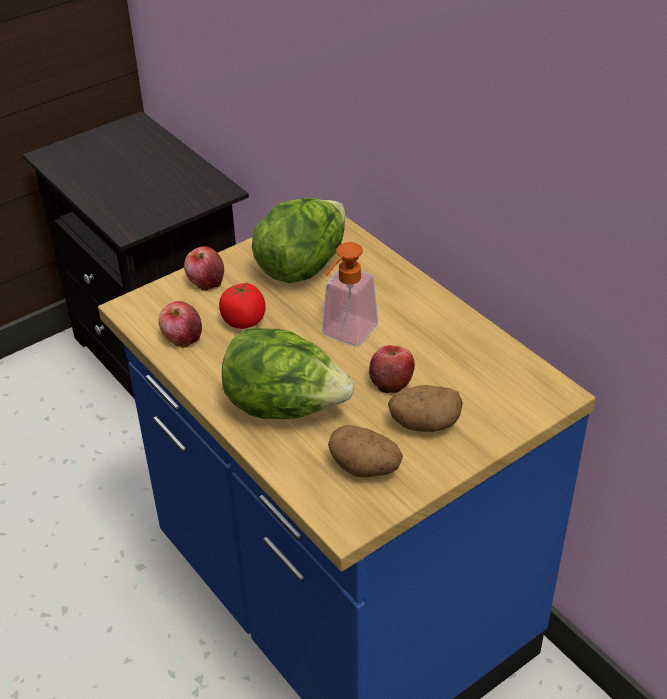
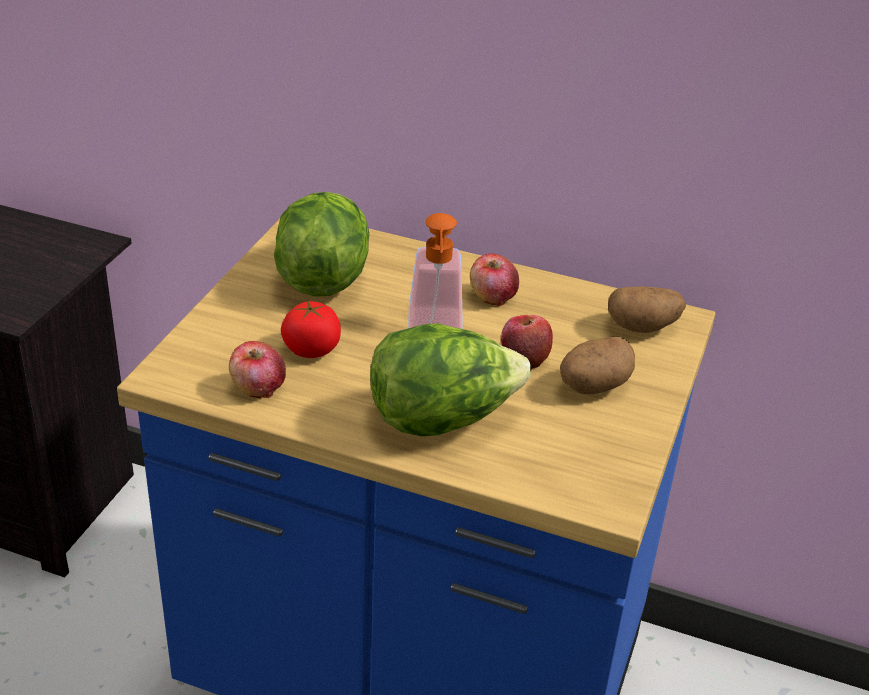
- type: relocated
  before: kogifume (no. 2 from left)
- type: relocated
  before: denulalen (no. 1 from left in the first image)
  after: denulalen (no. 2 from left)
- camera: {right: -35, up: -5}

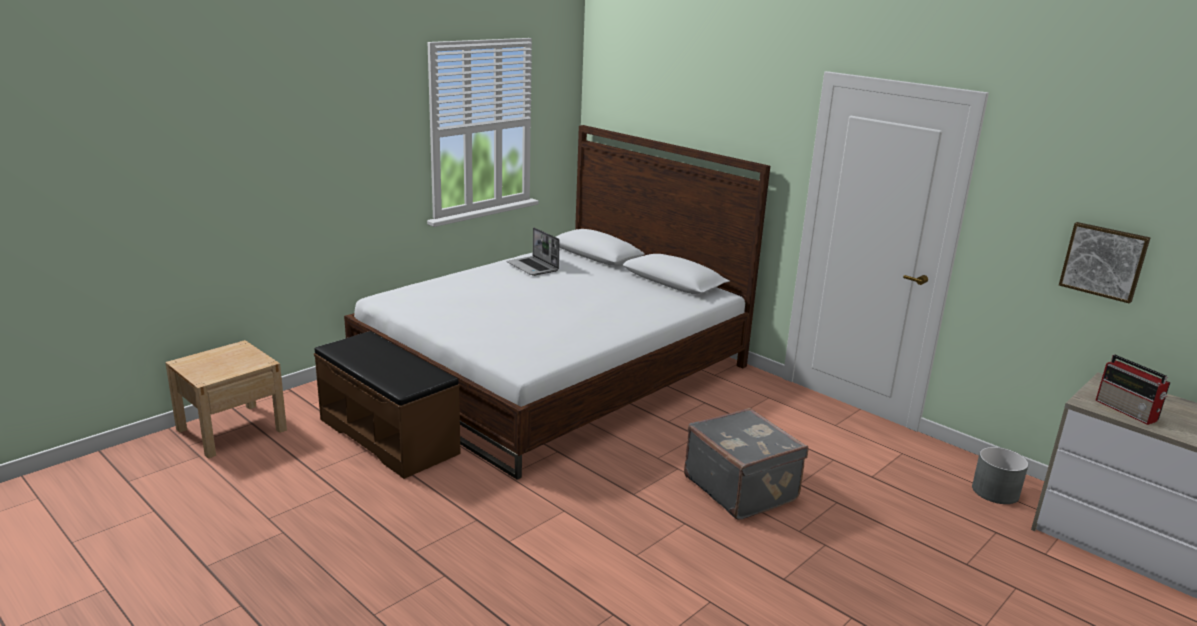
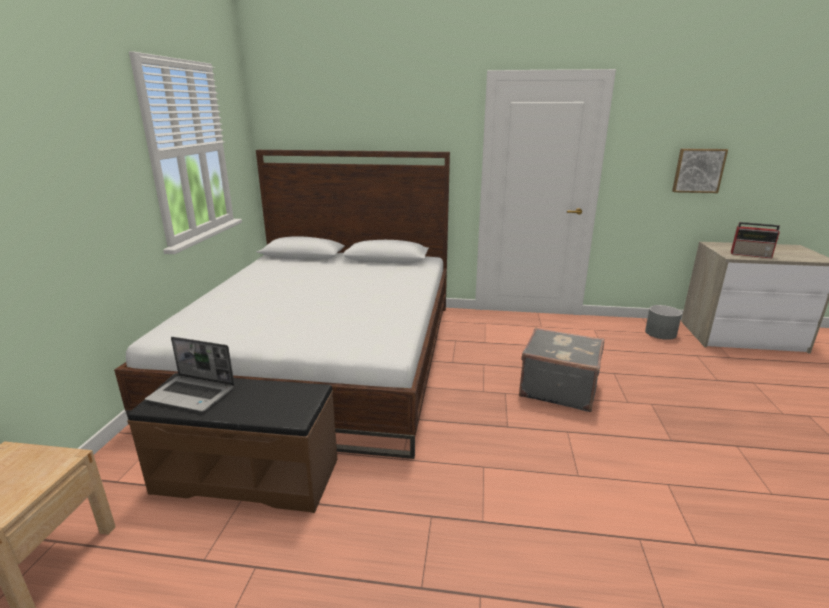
- type: relocated
  before: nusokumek
- camera: {right: -35, up: 0}

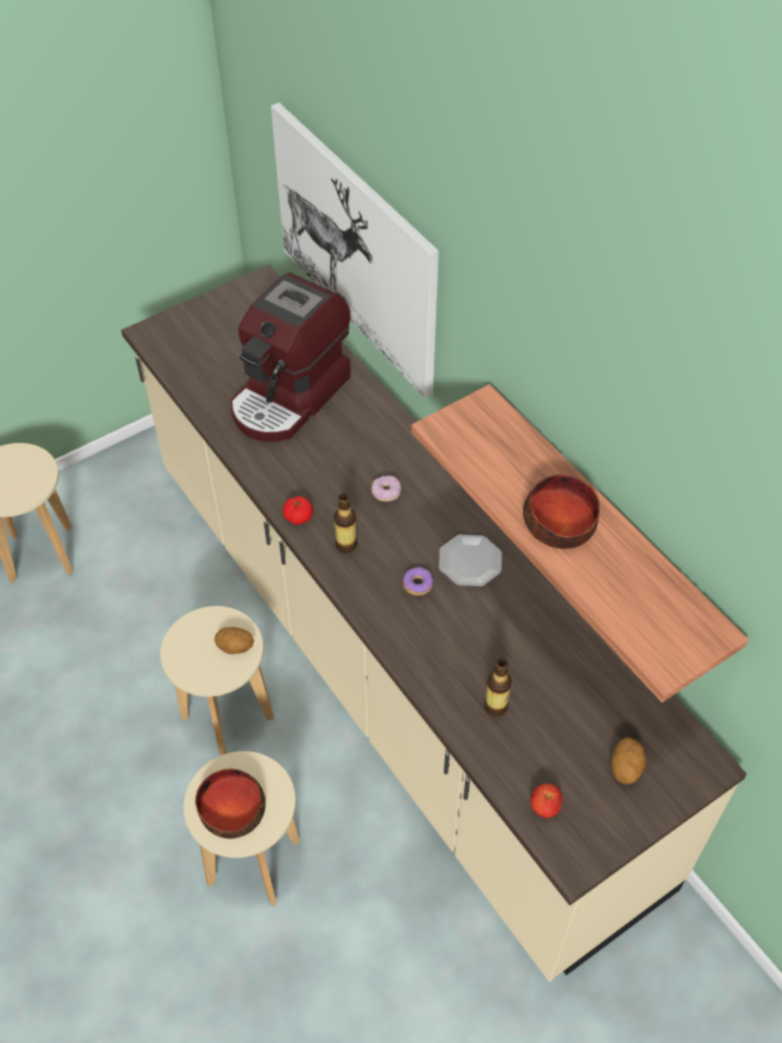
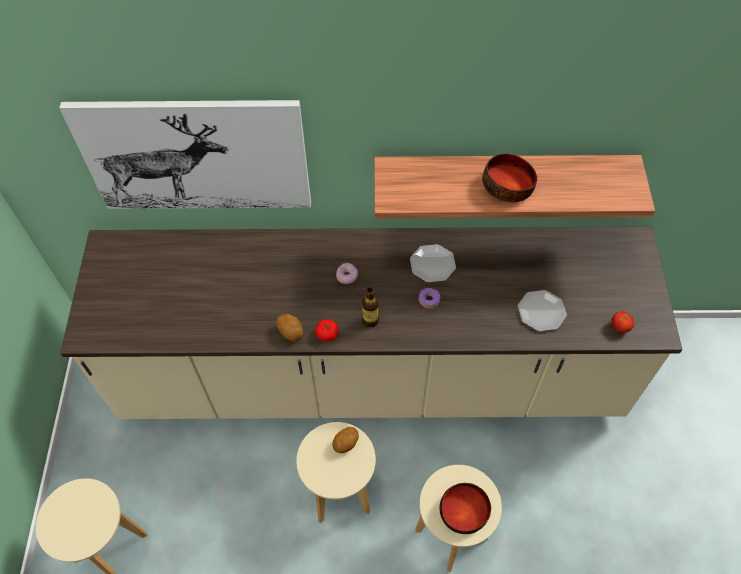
- type: missing
  before: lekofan
- type: relocated
  before: denulalen (no. 2 from left in the first image)
  after: denulalen (no. 1 from left)
- type: exchanged
  before: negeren (no. 2 from left)
  after: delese (no. 2 from left)
- camera: {right: -55, up: 5}

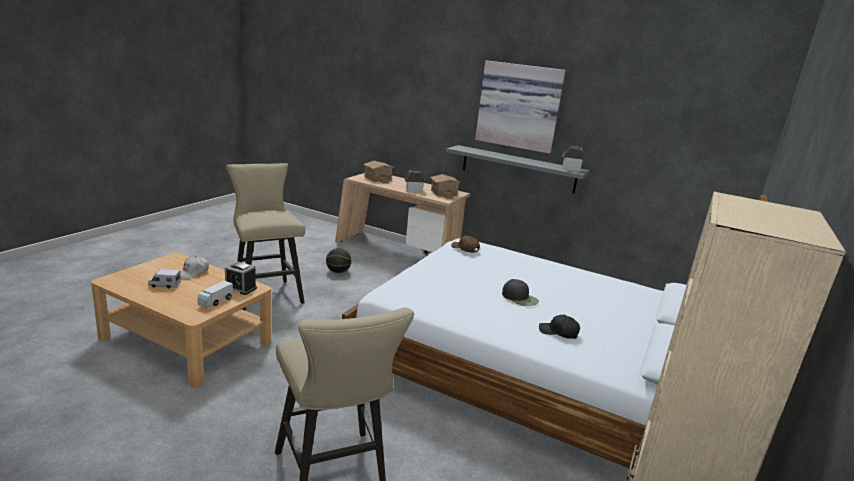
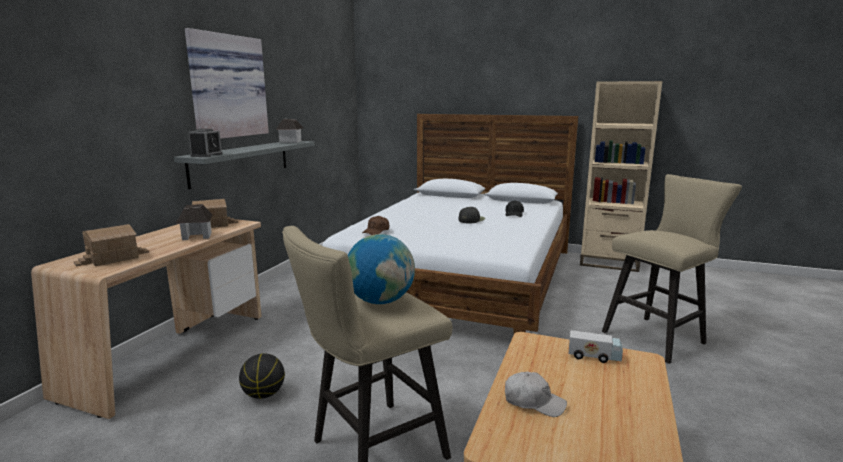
- type: missing
  before: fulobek (no. 1 from left)
- type: appeared
  after: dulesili
- type: relocated
  before: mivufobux
- camera: {right: -95, up: -5}

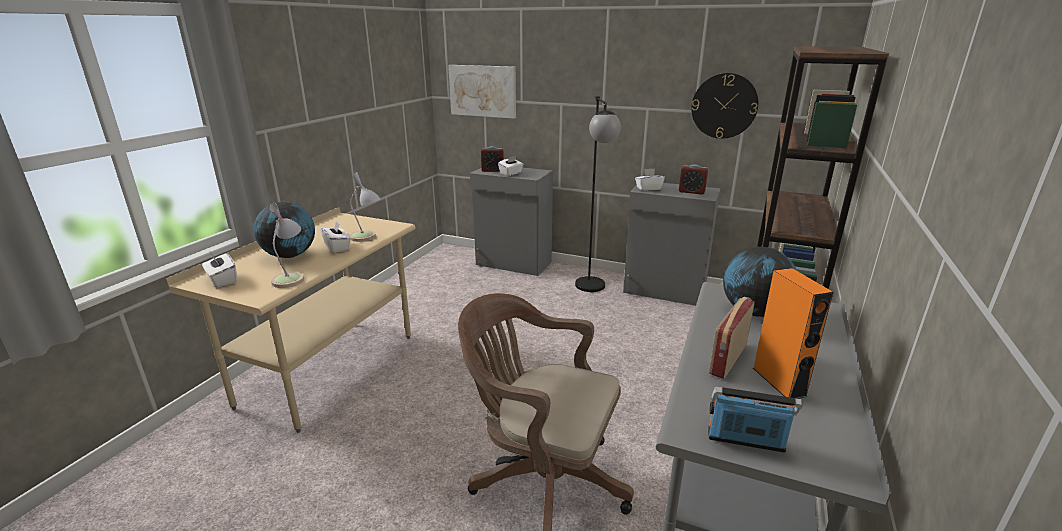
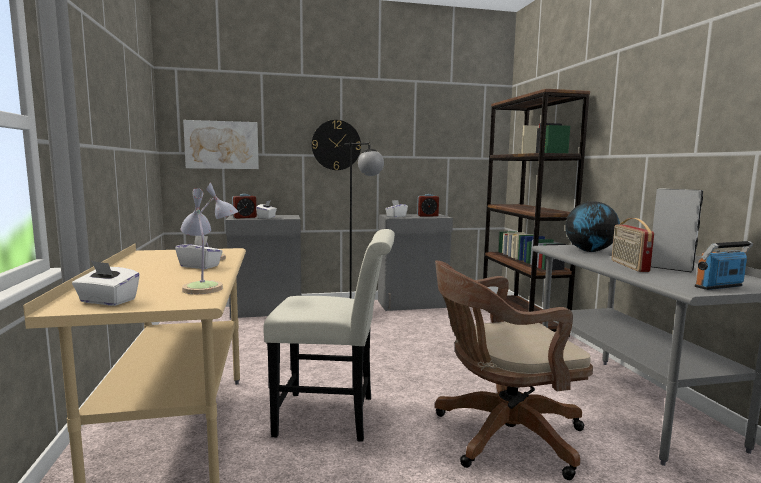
- type: missing
  before: dulesili (no. 1 from left)
- type: appeared
  after: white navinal
- type: relocated
  before: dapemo
- type: colour
  before: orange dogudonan
  after: grey dogudonan
- camera: {right: -35, up: -15}

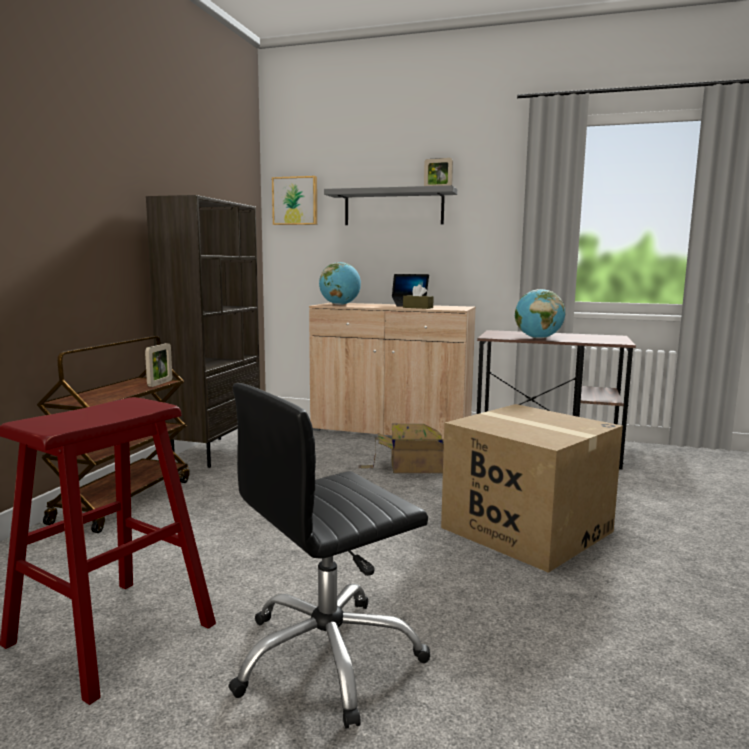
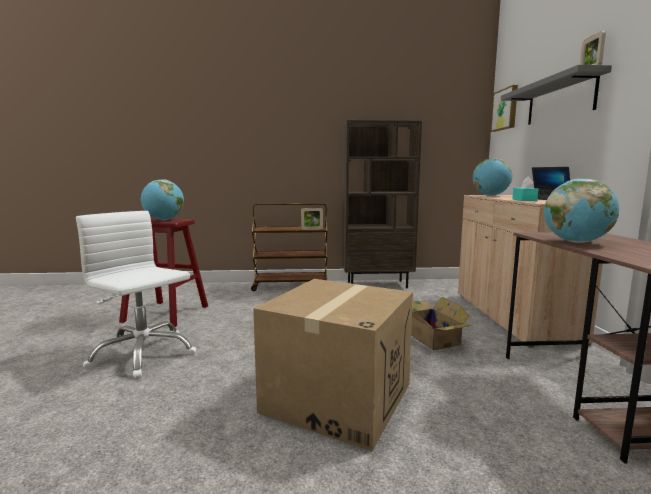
- type: appeared
  after: dulesili (no. 1 from left)
- type: colour
  before: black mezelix
  after: white mezelix
- type: colour
  before: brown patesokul
  after: turquoise patesokul
- camera: {right: 70, up: 0}

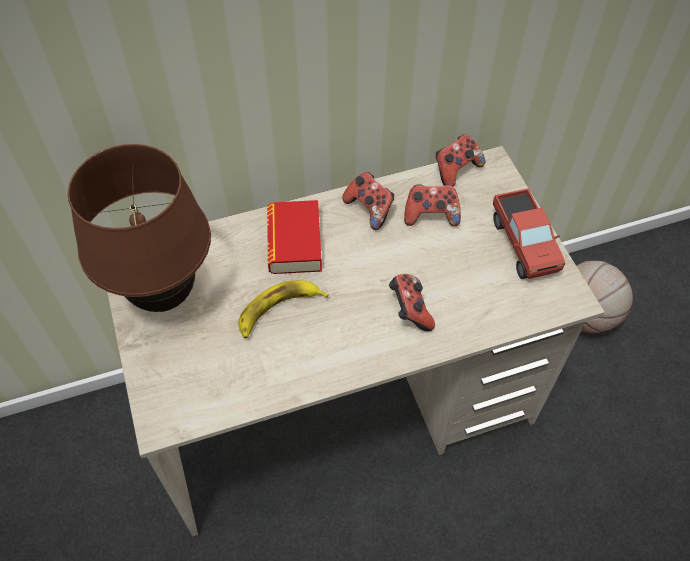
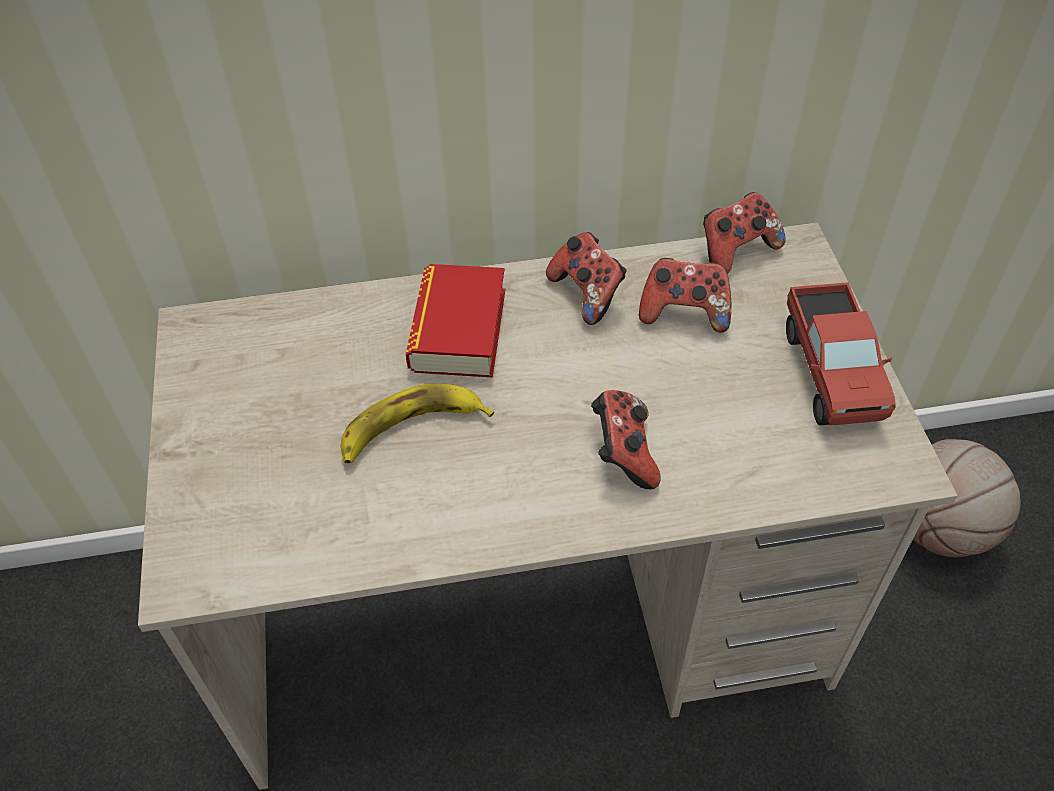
- type: missing
  before: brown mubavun
- camera: {right: 10, up: -5}

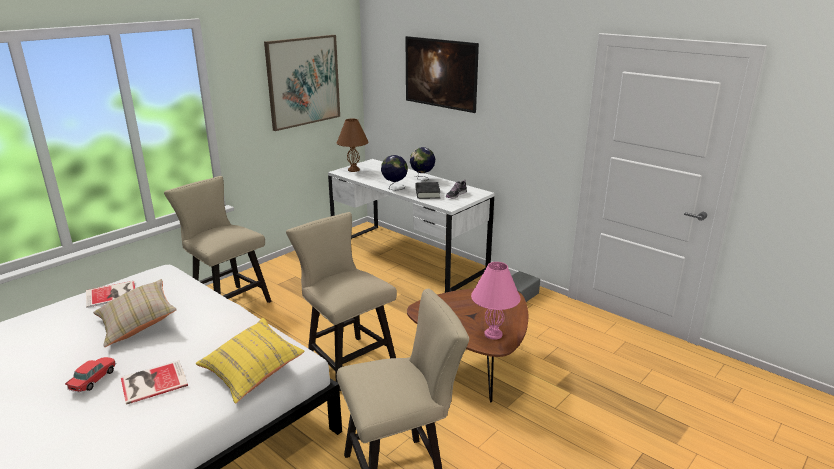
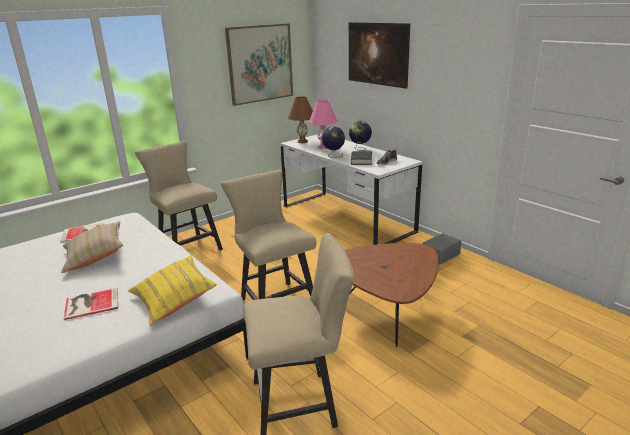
- type: missing
  before: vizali
- type: relocated
  before: pink mubavun
- camera: {right: 10, up: 0}

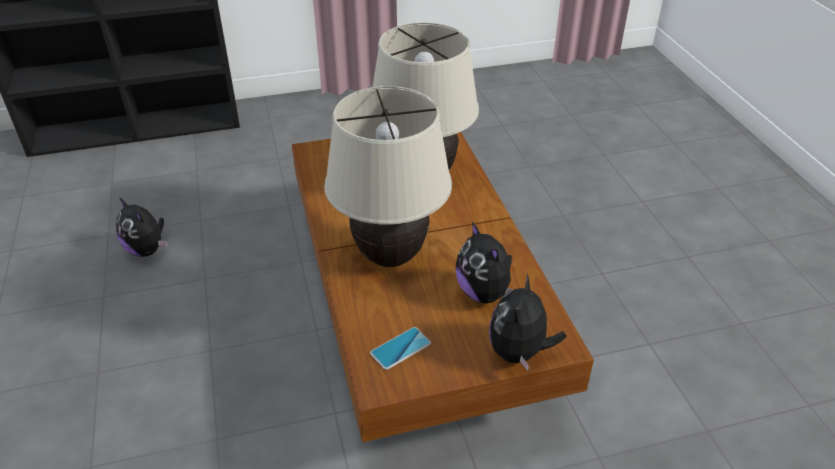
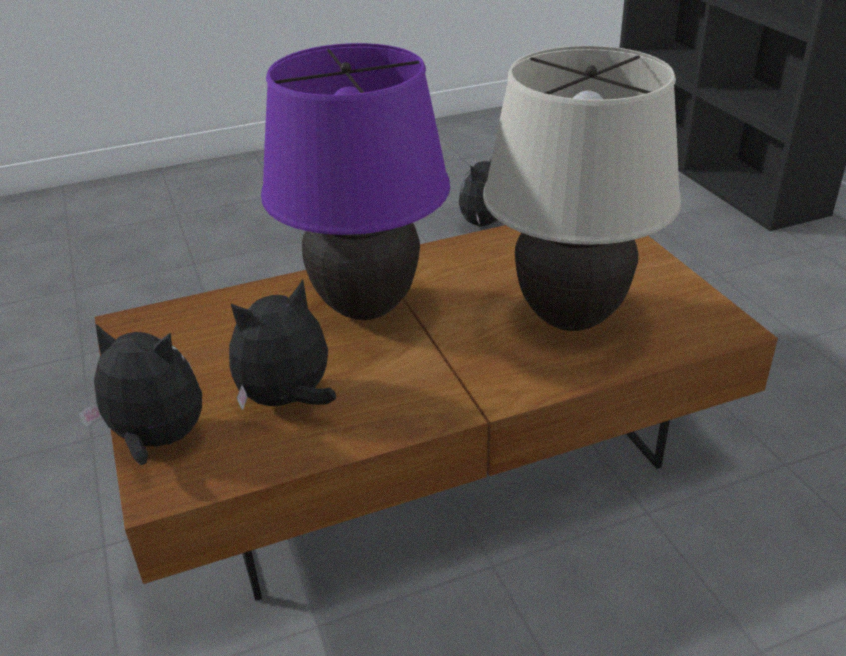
- type: missing
  before: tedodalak
- type: colour
  before: beige mubavun (no. 1 from left)
  after: purple mubavun
- camera: {right: 85, up: -5}

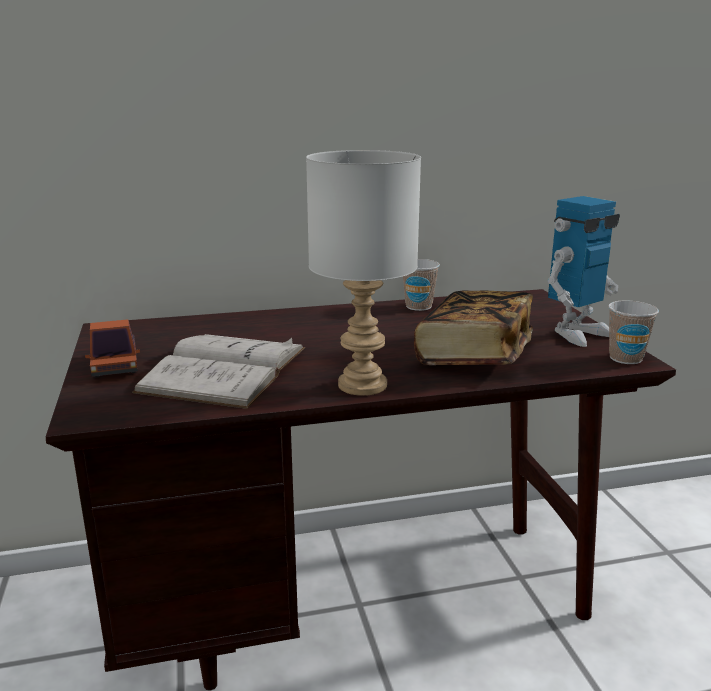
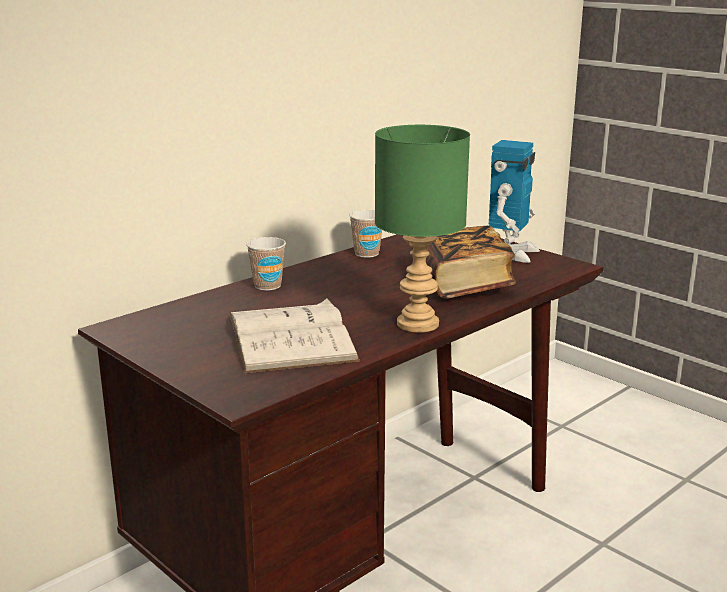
- type: missing
  before: fulobek
- type: relocated
  before: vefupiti (no. 2 from left in the first image)
  after: vefupiti (no. 1 from left)
- type: colour
  before: grey mubavun
  after: green mubavun
- camera: {right: -30, up: 0}

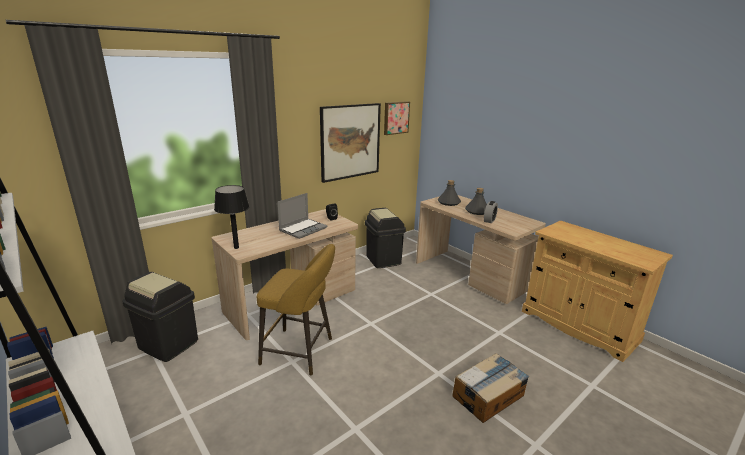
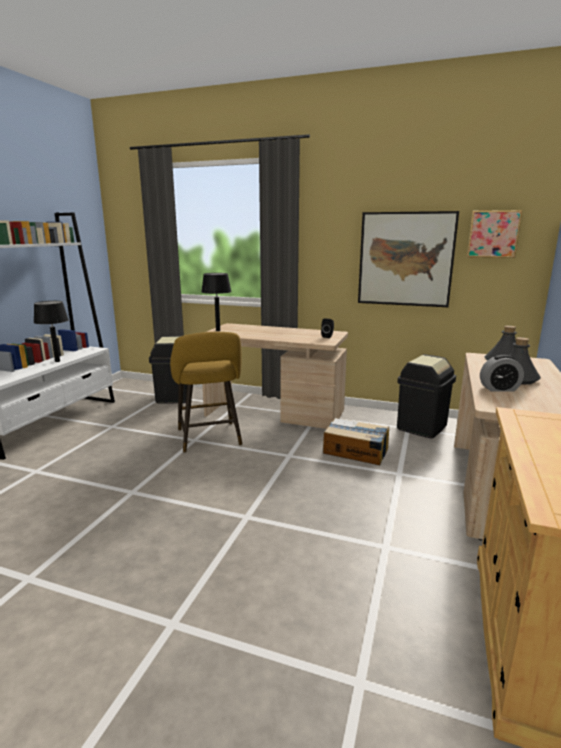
- type: missing
  before: nusokumek
- type: appeared
  after: black mubavun (no. 1 from left)
- type: relocated
  before: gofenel
- camera: {right: 60, up: -5}

